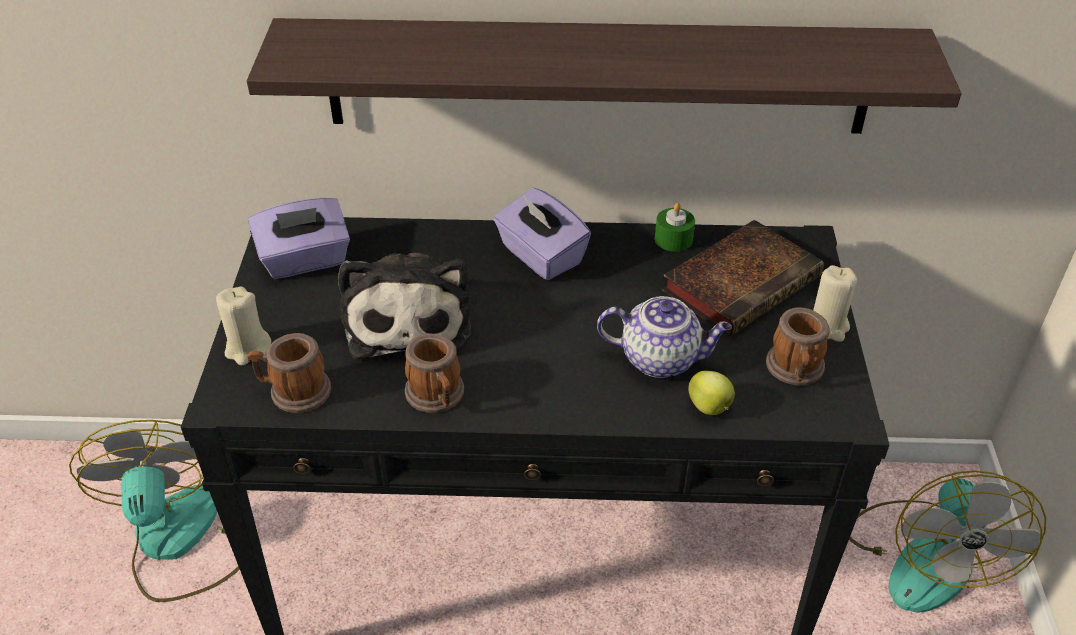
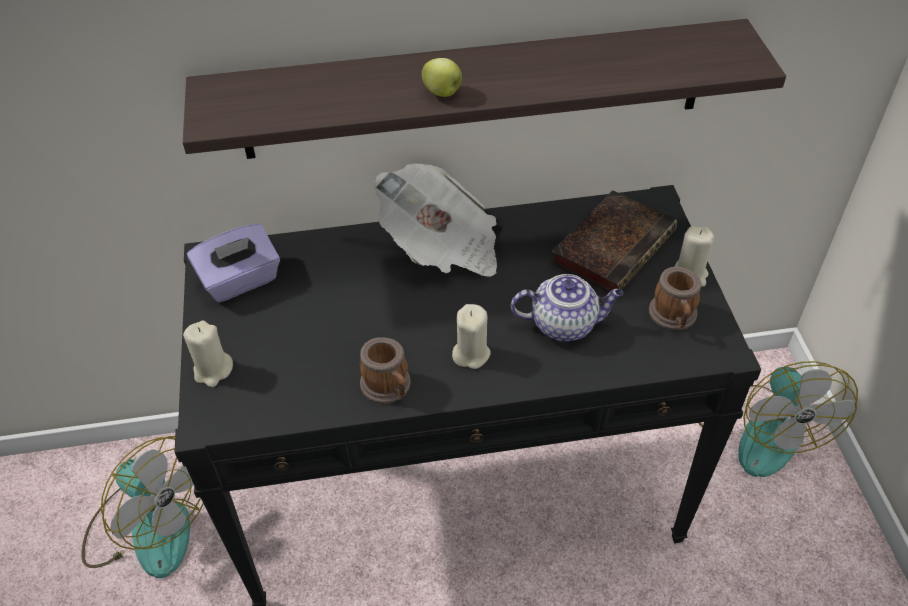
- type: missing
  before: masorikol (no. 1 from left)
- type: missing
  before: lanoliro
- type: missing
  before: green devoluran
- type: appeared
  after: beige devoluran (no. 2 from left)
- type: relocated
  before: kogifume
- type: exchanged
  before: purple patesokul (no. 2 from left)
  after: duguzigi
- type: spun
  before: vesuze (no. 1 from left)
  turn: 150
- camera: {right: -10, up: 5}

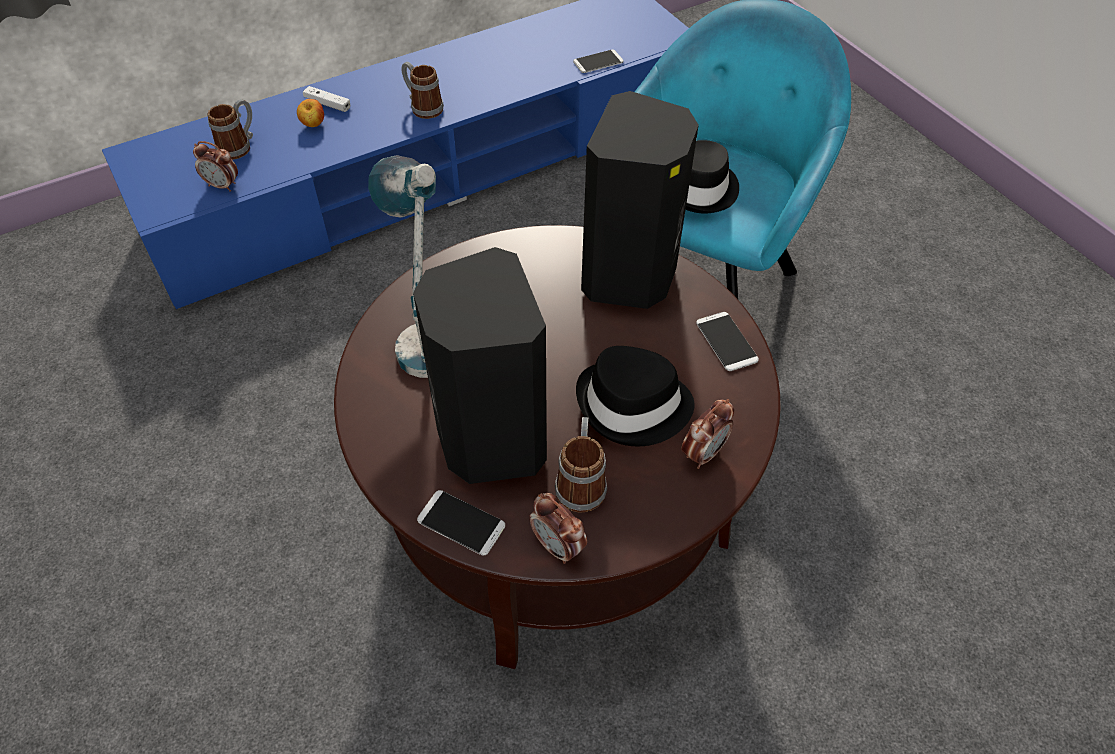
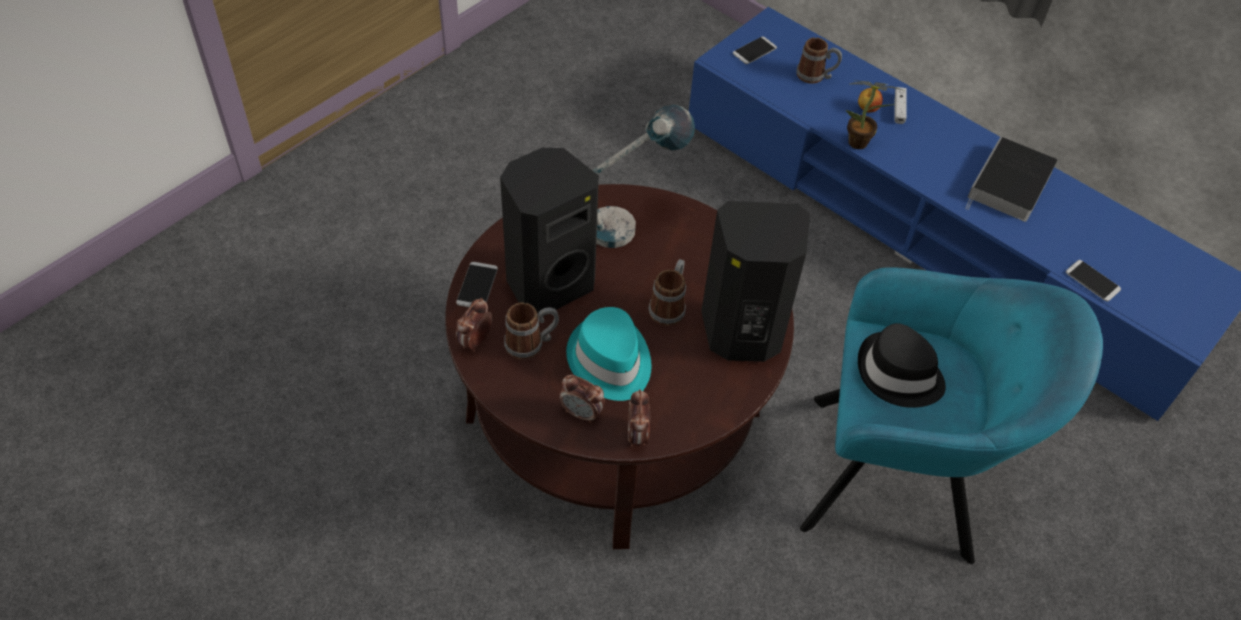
- type: appeared
  after: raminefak
- type: appeared
  after: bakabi
- type: relocated
  before: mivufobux (no. 1 from left in the first image)
  after: mivufobux (no. 3 from left)
- type: relocated
  before: masorikol (no. 2 from left)
- type: relocated
  before: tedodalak (no. 3 from left in the first image)
  after: tedodalak (no. 2 from left)
- type: colour
  before: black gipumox (no. 1 from left)
  after: turquoise gipumox
- camera: {right: 70, up: 0}

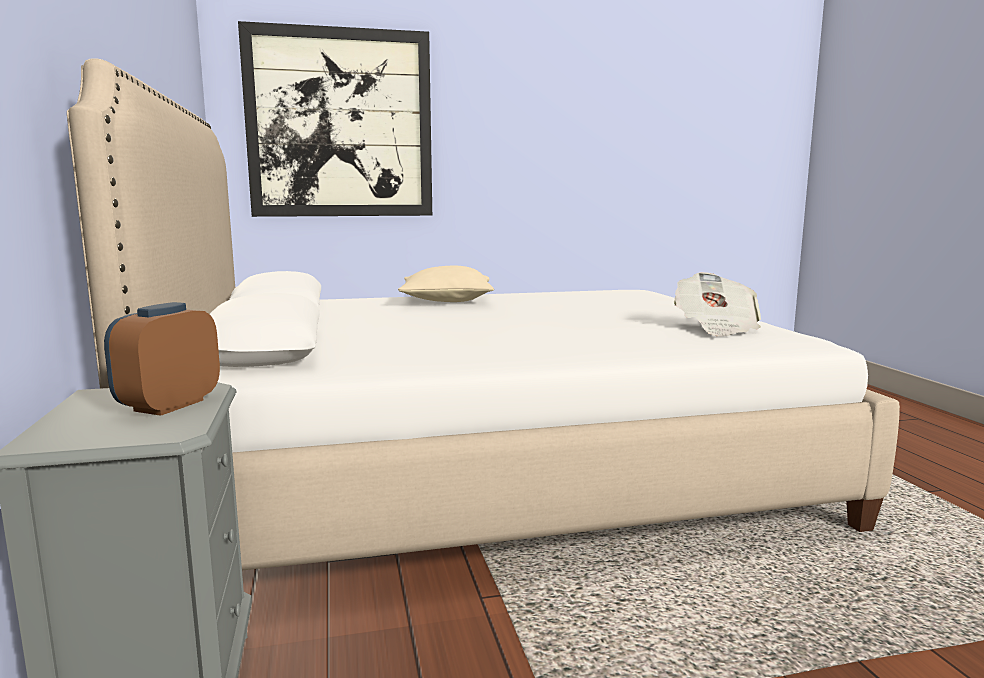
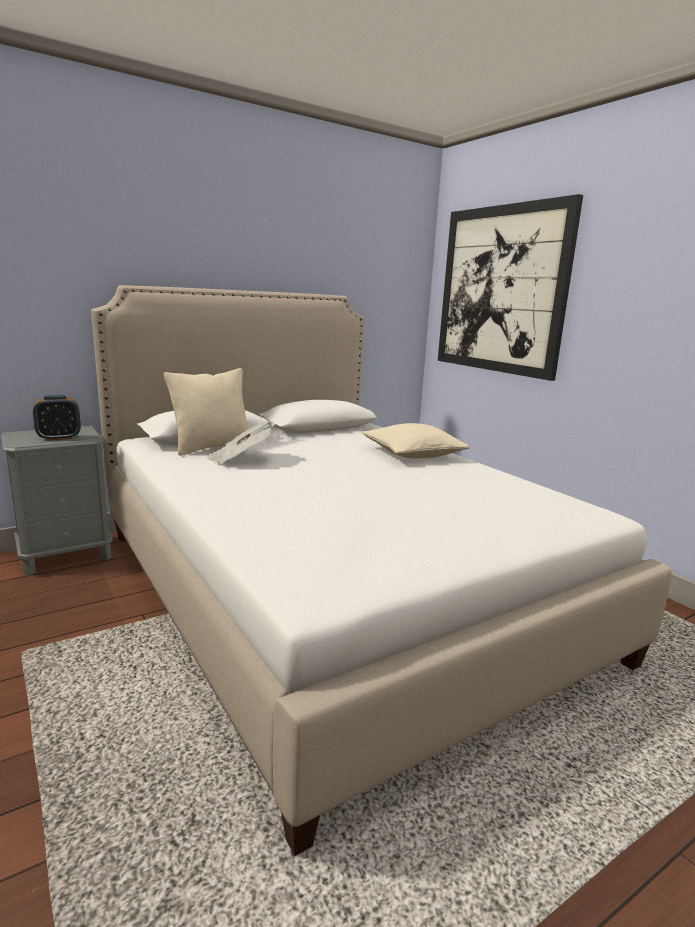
- type: appeared
  after: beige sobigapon (no. 1 from left)
- type: relocated
  before: duguzigi
- type: spun
  before: mivufobux
  turn: 150
- camera: {right: 70, up: 5}

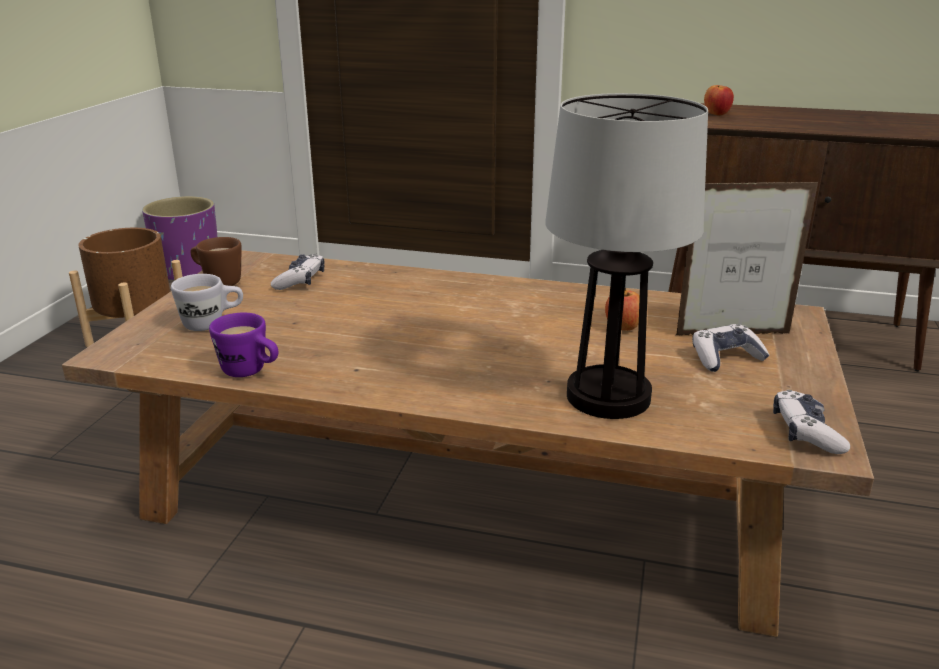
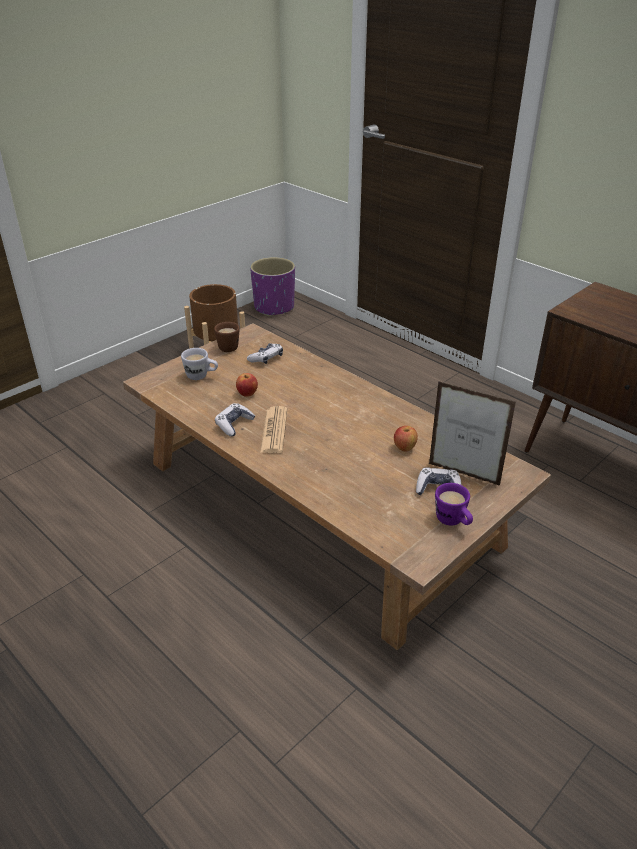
- type: missing
  before: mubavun
- type: appeared
  after: duguzigi
- type: relocated
  before: purple masorikol
- type: relocated
  before: kogifume (no. 2 from left in the first image)
  after: kogifume (no. 1 from left)
- type: relocated
  before: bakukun (no. 3 from left in the first image)
  after: bakukun (no. 1 from left)
- camera: {right: 30, up: 10}

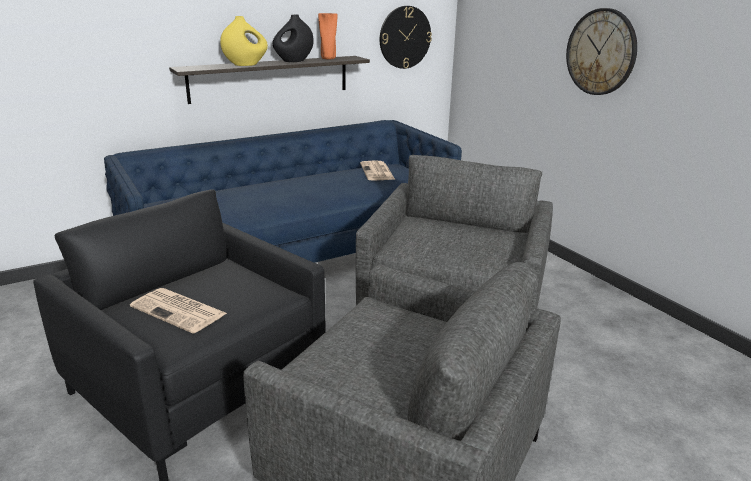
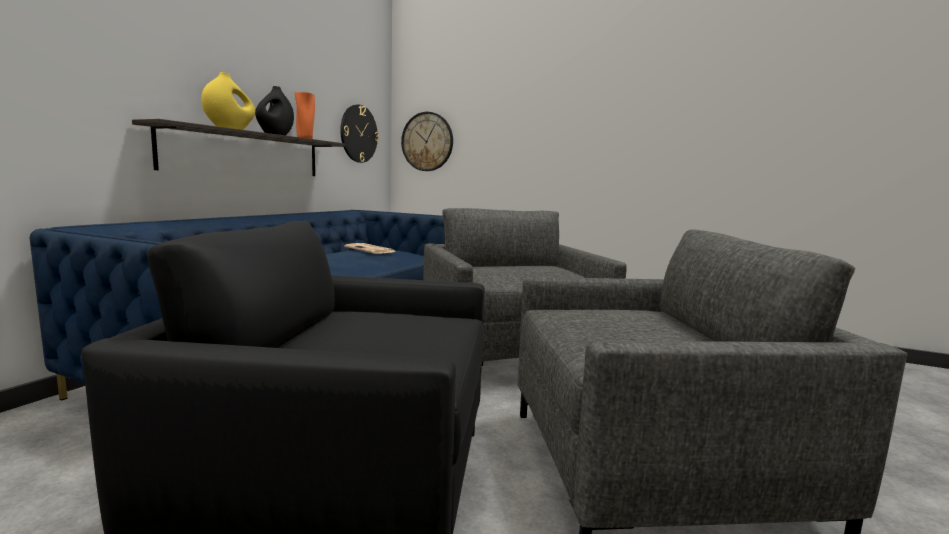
- type: missing
  before: duguzigi (no. 1 from left)
- type: relocated
  before: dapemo (no. 2 from left)
- camera: {right: -35, up: -15}

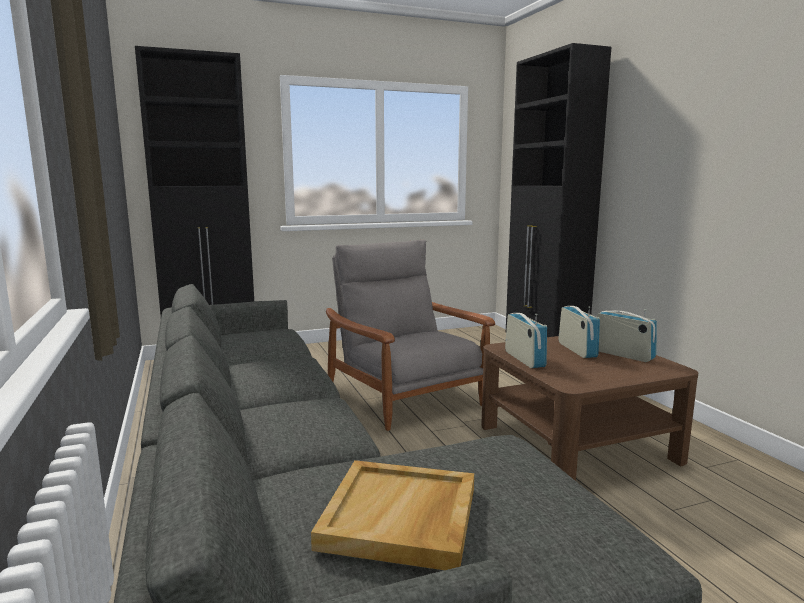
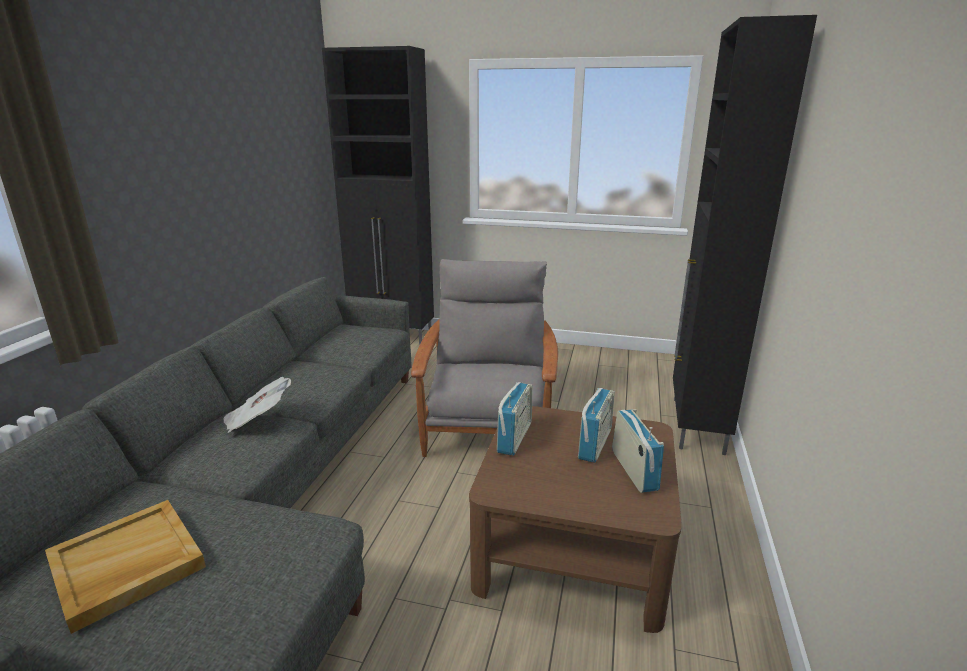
- type: appeared
  after: duguzigi
- camera: {right: 35, up: 10}

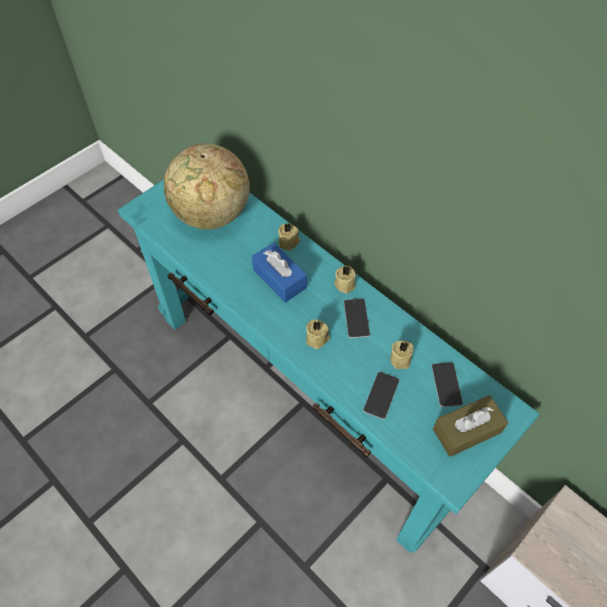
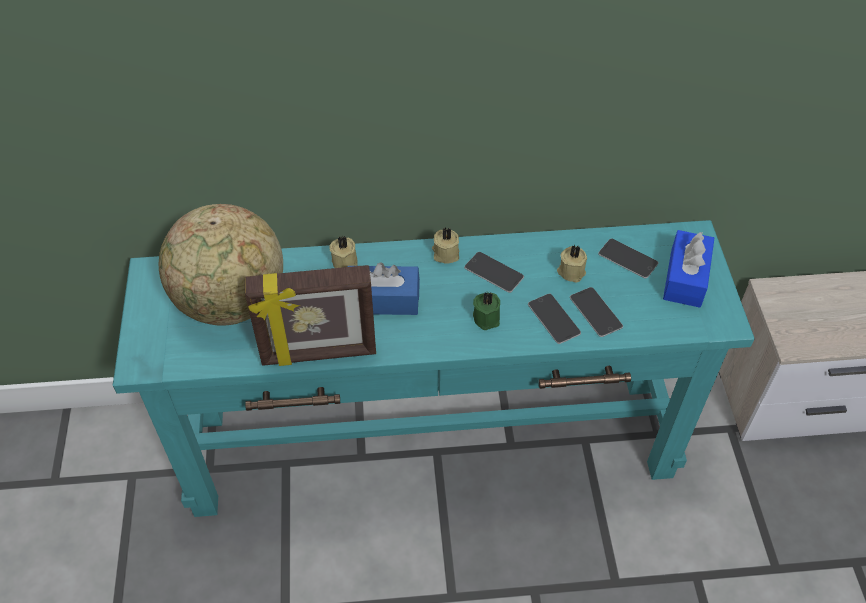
- type: appeared
  after: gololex
- type: appeared
  after: tedodalak (no. 2 from left)
- type: colour
  before: beige devoluran (no. 2 from left)
  after: green devoluran
- type: colour
  before: brown patesokul
  after: blue patesokul (no. 2 from left)
- camera: {right: -50, up: -5}

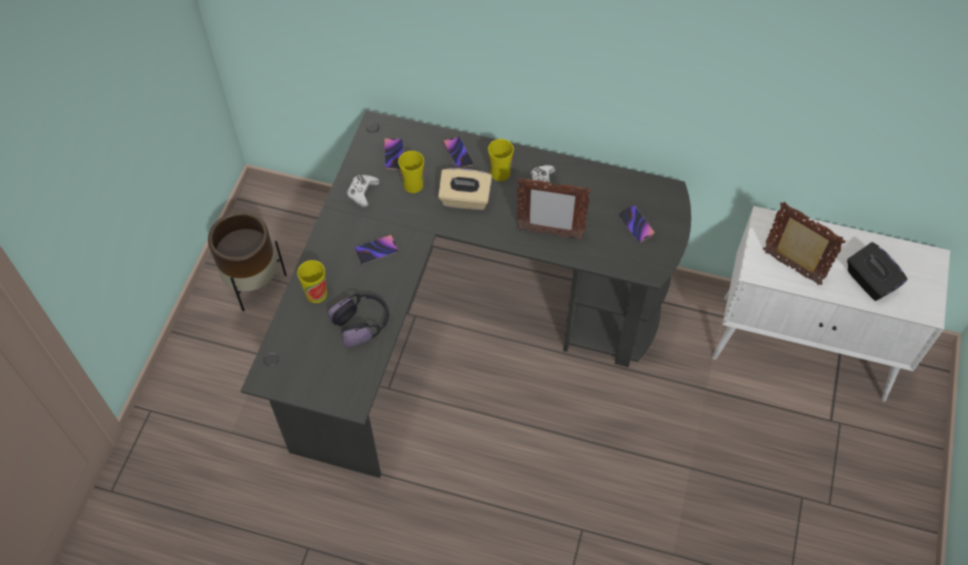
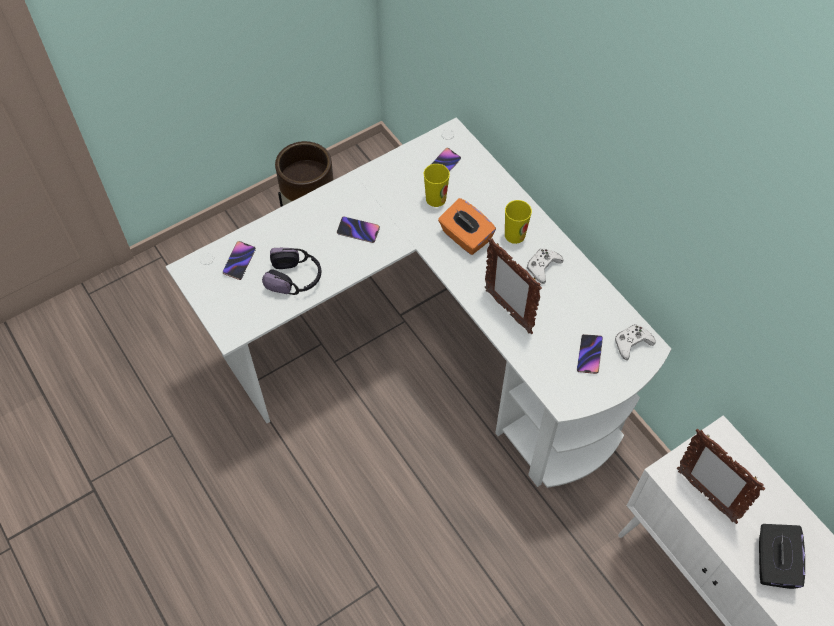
- type: missing
  before: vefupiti (no. 1 from left)
- type: relocated
  before: white bakukun (no. 1 from left in the first image)
  after: white bakukun (no. 2 from left)
- type: relocated
  before: tedodalak (no. 3 from left in the first image)
  after: tedodalak (no. 1 from left)
- type: colour
  before: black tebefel
  after: white tebefel
- type: colour
  before: beige patesokul
  after: orange patesokul
- type: spun
  before: gololex (no. 2 from left)
  turn: 150
- camera: {right: 40, up: 0}

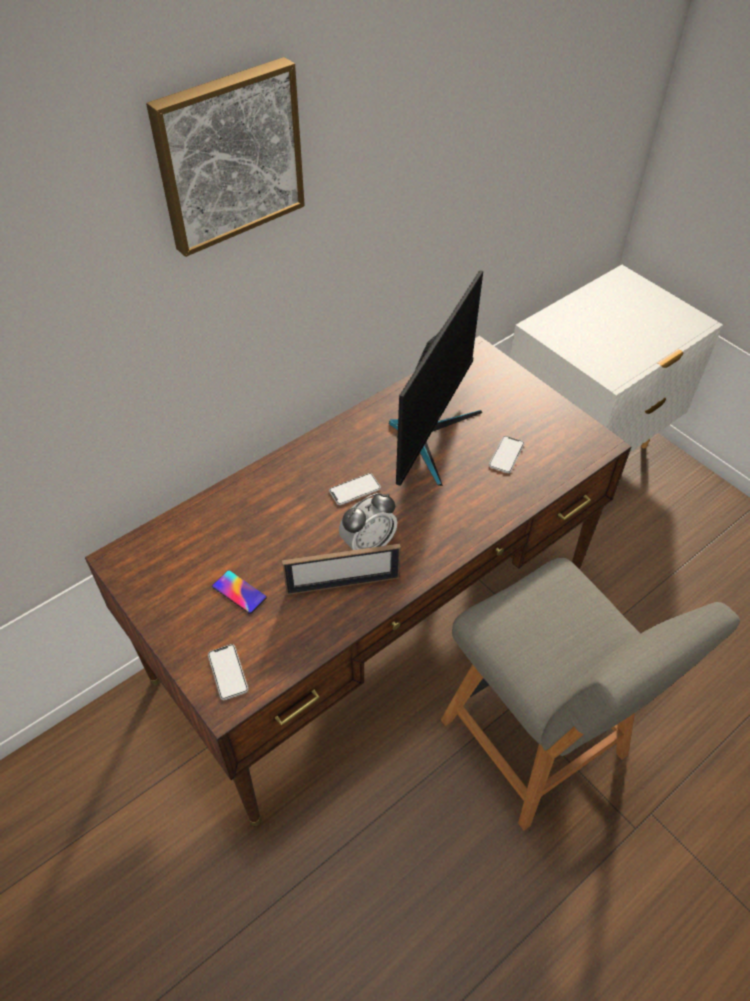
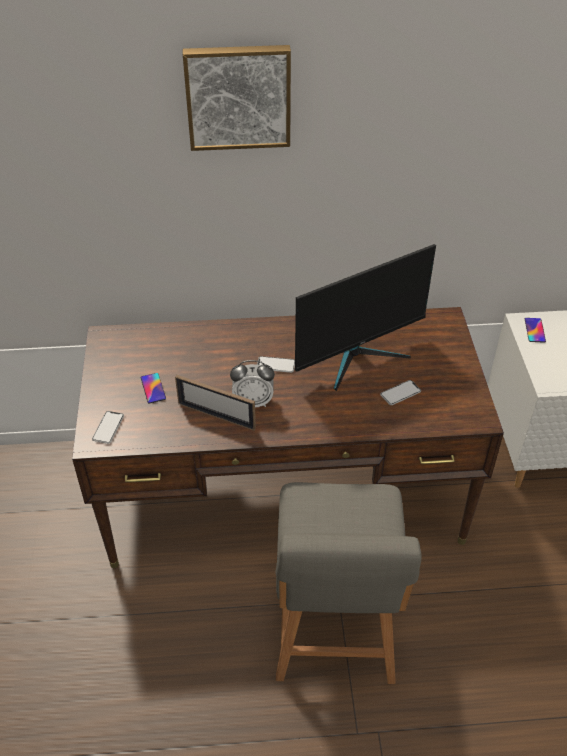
- type: appeared
  after: tedodalak (no. 5 from left)
- camera: {right: 35, up: -5}

